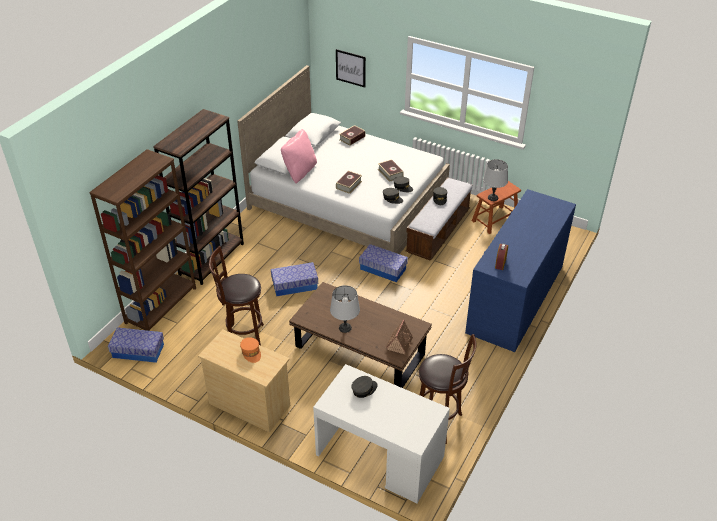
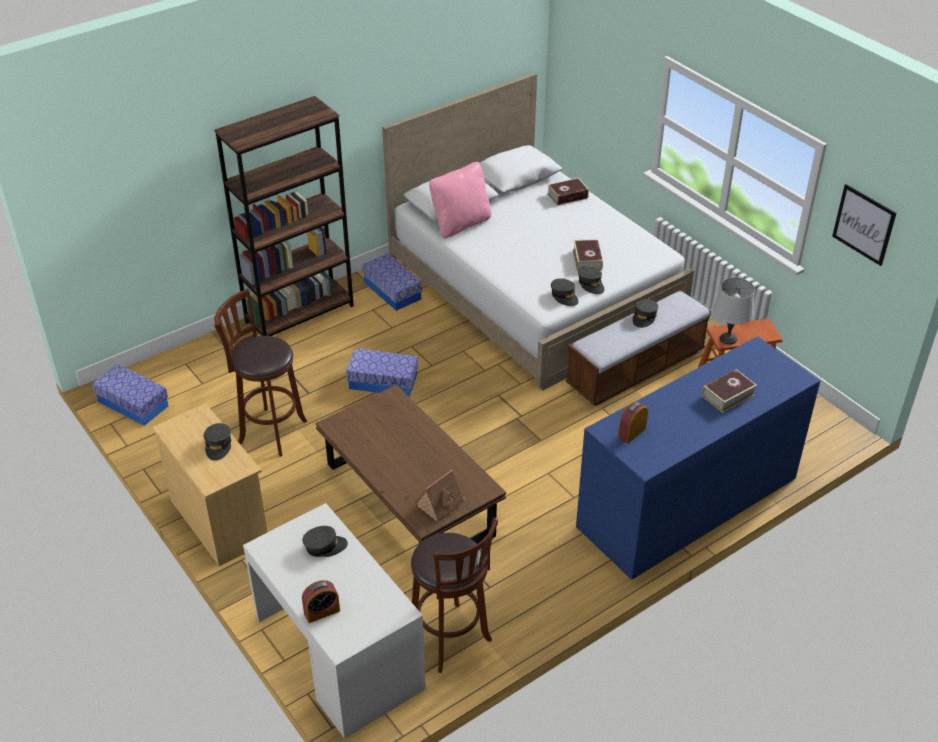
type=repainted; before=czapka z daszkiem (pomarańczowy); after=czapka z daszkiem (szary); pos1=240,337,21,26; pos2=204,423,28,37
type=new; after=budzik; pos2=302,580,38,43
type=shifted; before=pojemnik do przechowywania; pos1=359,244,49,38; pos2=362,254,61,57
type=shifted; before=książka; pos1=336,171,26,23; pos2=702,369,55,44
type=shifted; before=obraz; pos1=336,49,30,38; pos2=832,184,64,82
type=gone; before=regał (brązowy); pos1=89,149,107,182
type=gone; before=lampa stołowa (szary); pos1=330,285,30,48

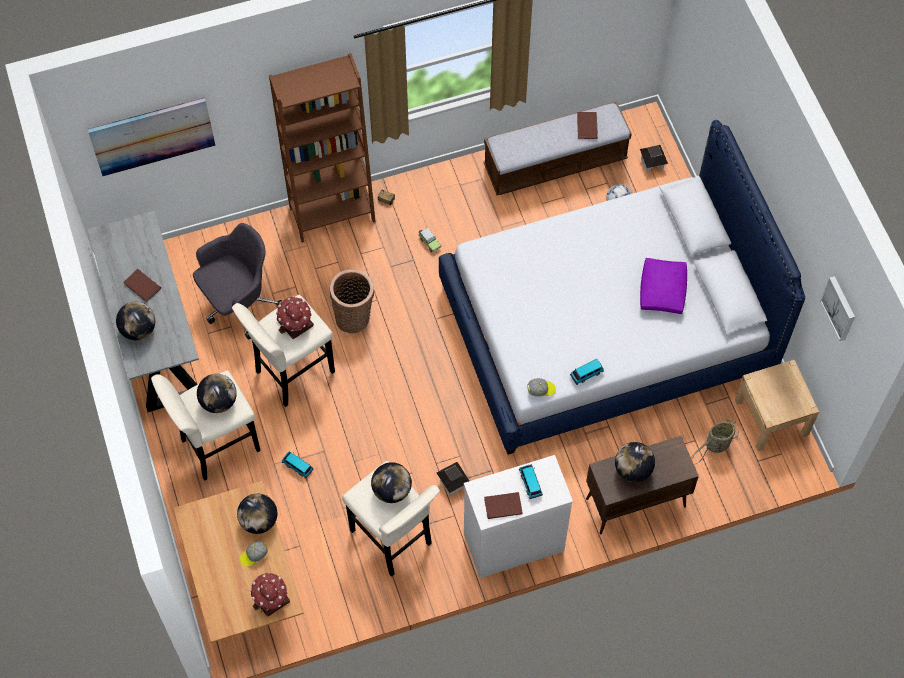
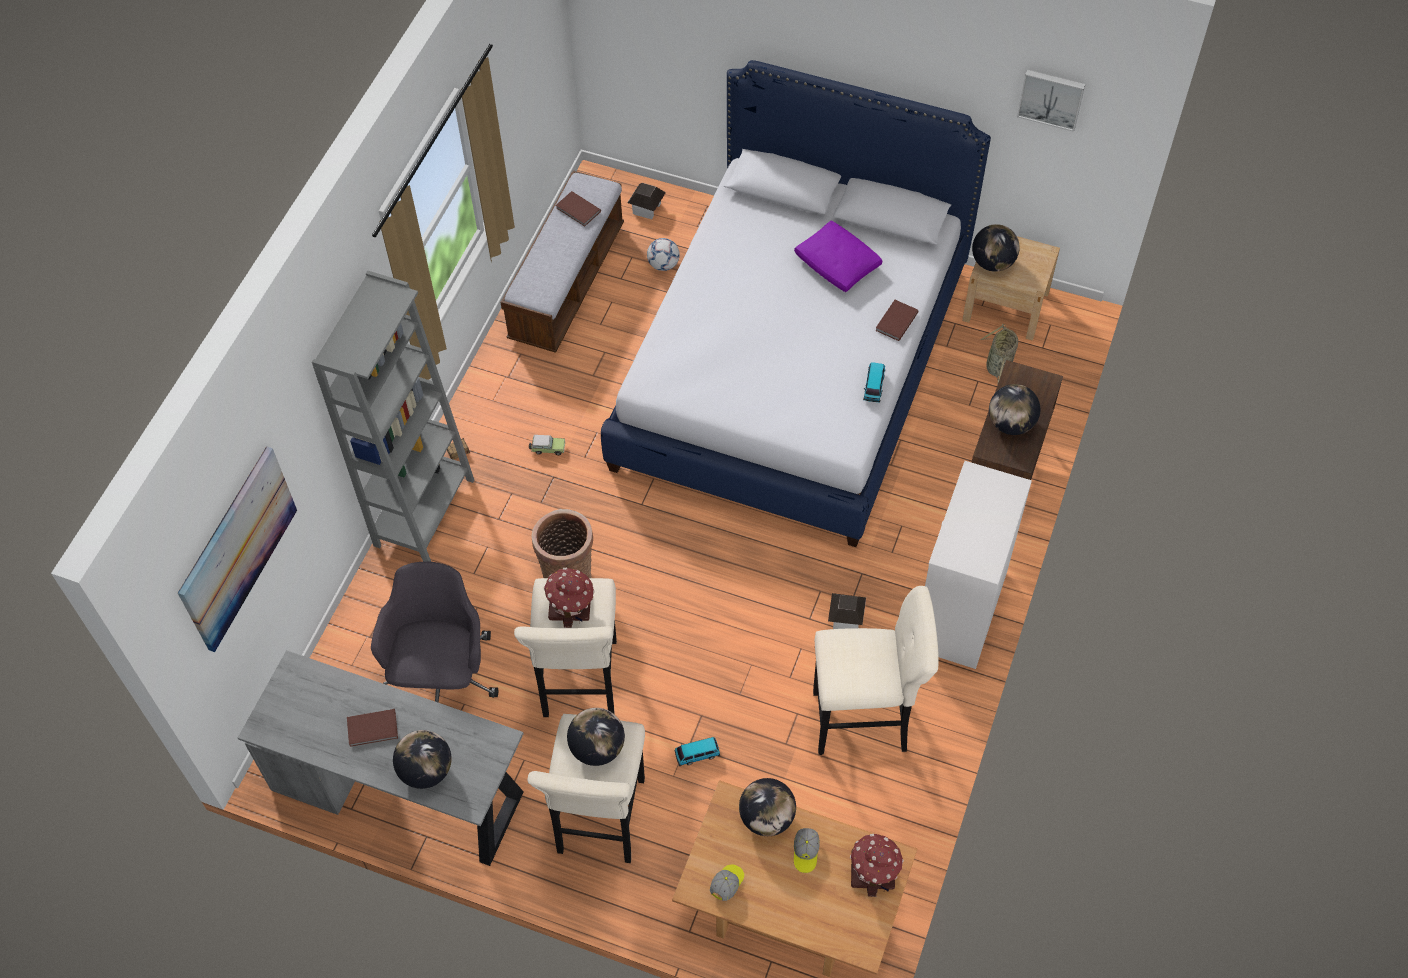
type=repainted; before=regał (brązowy); after=regał (szary); pos1=269,53,107,190; pos2=312,271,162,291
type=shifted; before=czapka z daszkiem; pos1=527,378,29,18; pos2=710,865,34,36
type=shifted; before=książka (brązowy); pos1=484,492,39,27; pos2=875,300,44,41
type=shifted; before=globus; pos1=371,462,41,41; pos2=972,224,48,48
type=gone; before=samochodzik; pos1=519,464,24,35

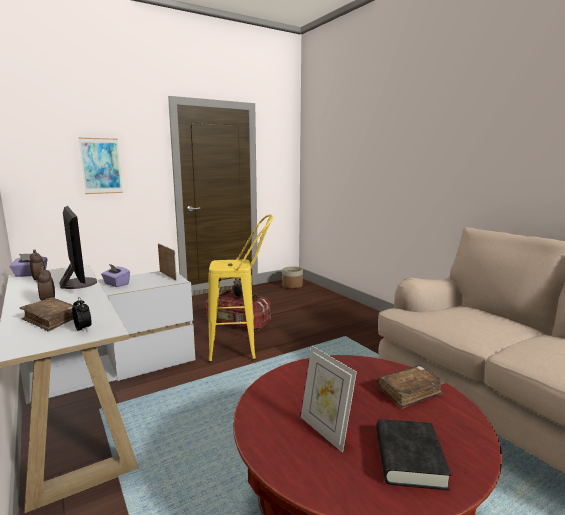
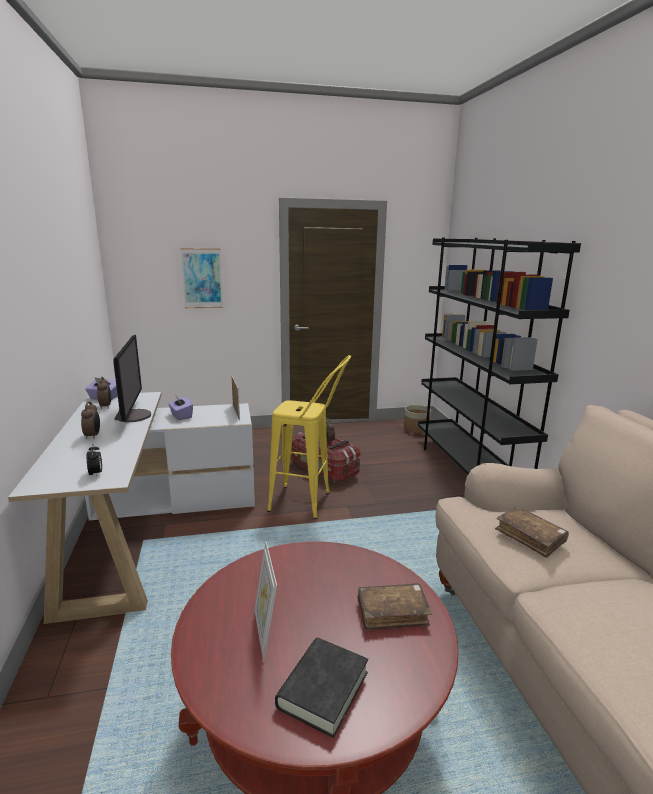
type=new; after=regał (czarny); pos2=418,237,163,238
type=shifted; before=książka (brązowy); pos1=19,298,54,34; pos2=495,506,74,52

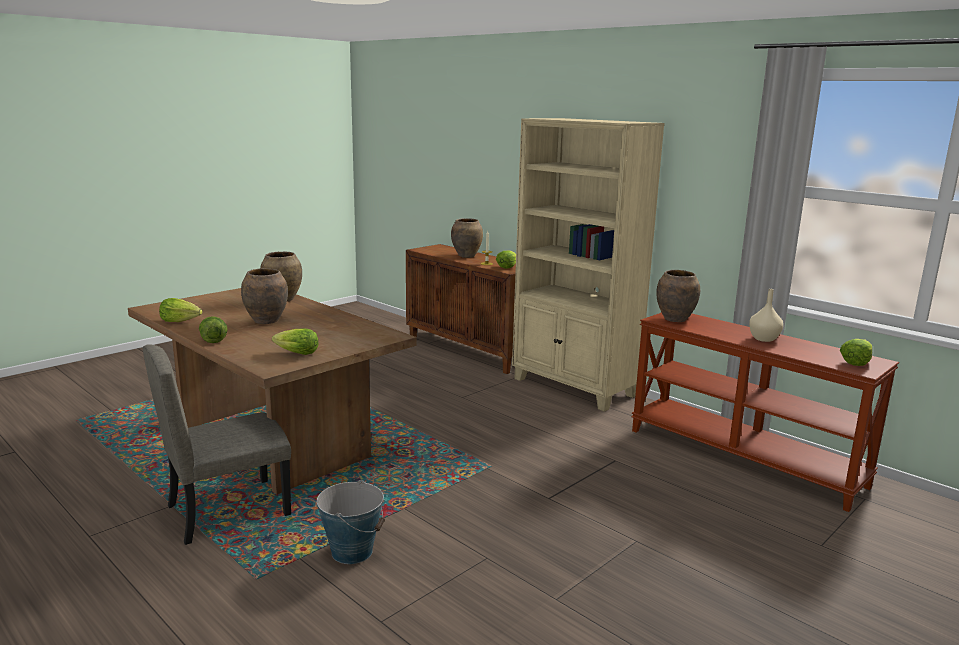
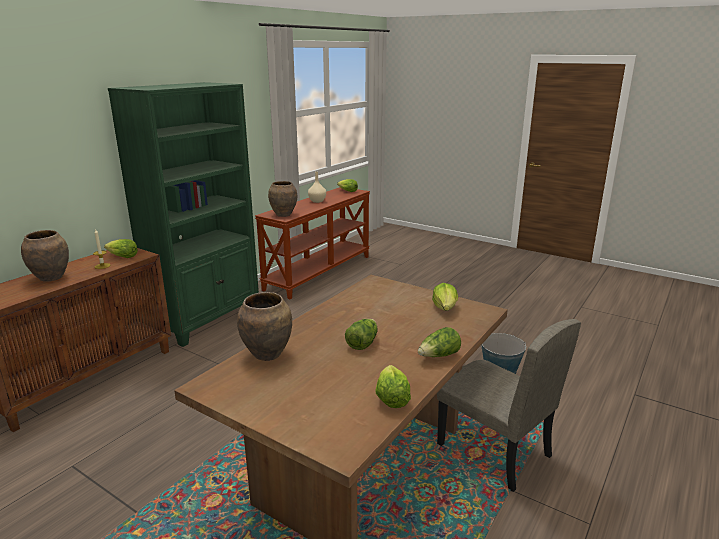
type=repainted; before=regał (beżowy); after=regał (zielony); pos1=512,118,153,294; pos2=108,82,151,265
type=swapped; before=wazon (brązowy); after=sałata; pos1=241,268,47,56; pos2=345,319,33,31

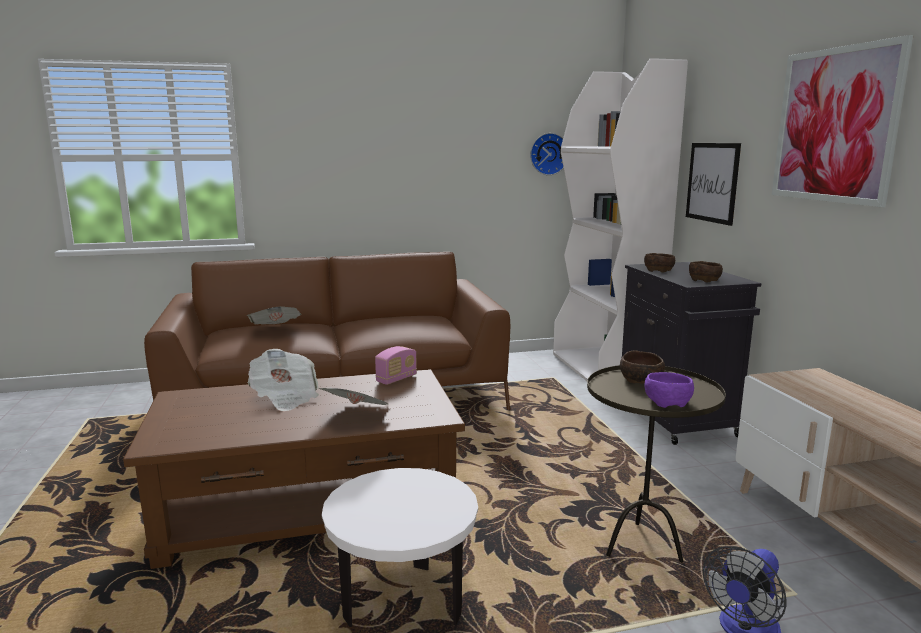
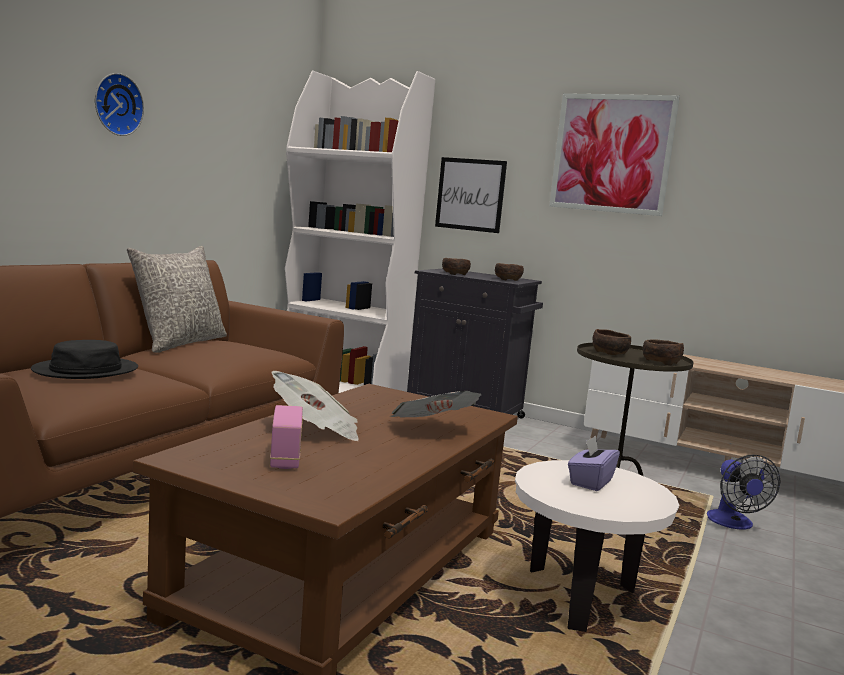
type=swapped; before=gazeta; after=kapelusz (czarny); pos1=247,306,55,19; pos2=31,340,107,39
type=shifted; before=zegar ścienny; pos1=530,133,34,42; pos2=95,73,49,63
type=new; after=poduszka (szary); pos2=127,246,100,107
type=shifted; before=radio; pos1=375,346,42,39; pos2=270,405,33,64
type=new; after=pudełko chusteczek (fioletowy); pos2=568,435,52,56
type=repainted; before=miska (fioletowy); after=miska (brązowy); pos1=644,372,50,36; pos2=643,339,41,27

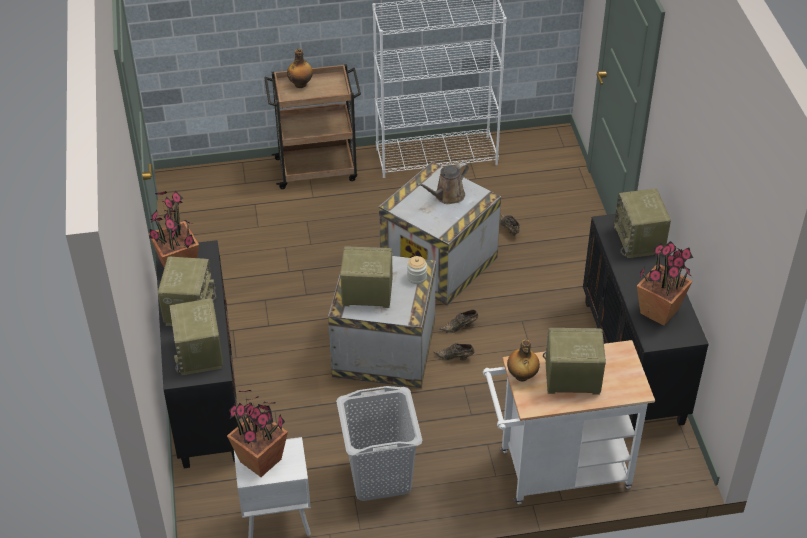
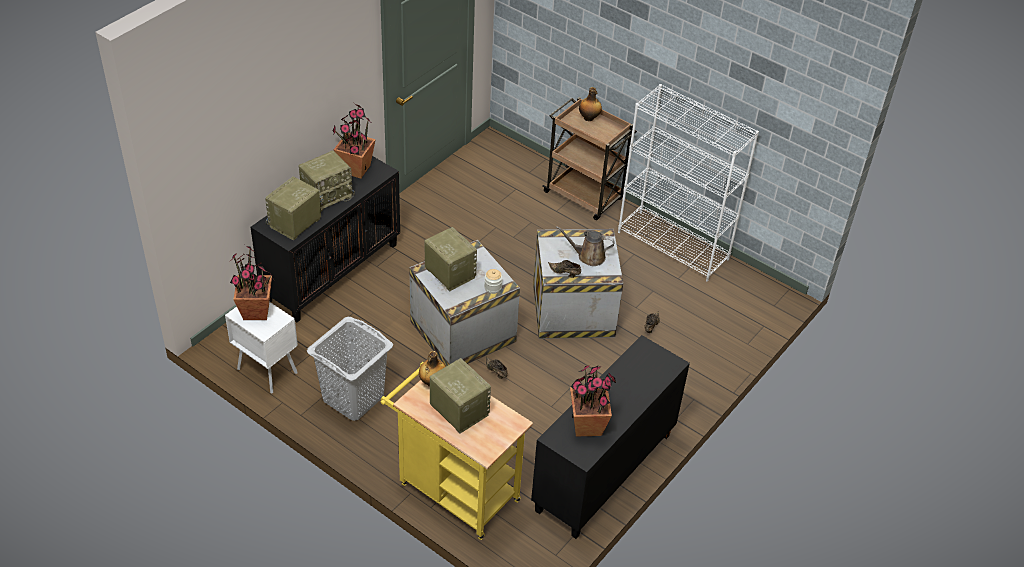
type=repainted; before=wózek (biały); after=wózek (żółty); pos1=483,340,172,164; pos2=381,362,152,178
type=shifted; before=but (brązowy); pos1=439,310,39,23; pos2=548,260,33,18
type=gone; before=radio; pos1=614,188,57,70

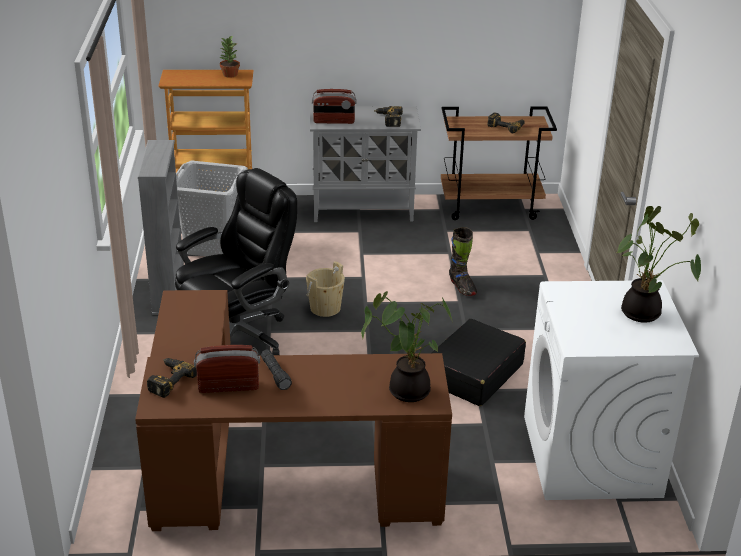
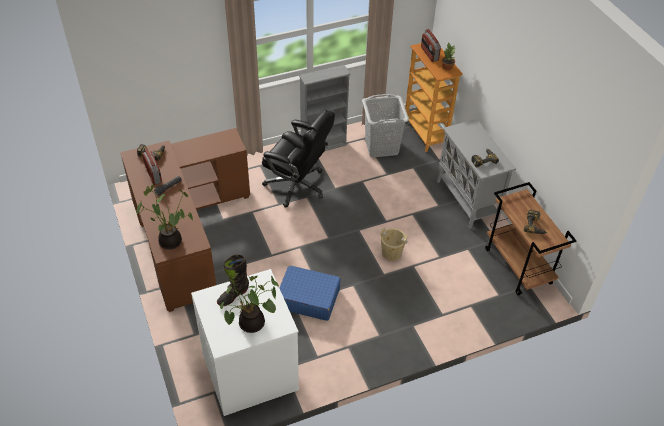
type=shifted; before=but z cholewką (czarny); pos1=449,227,28,69; pos2=217,254,32,52
type=repainted; before=walizka (czarny); after=walizka (niebieski); pos1=432,319,94,87; pos2=279,266,62,55
type=shifted; before=wiadro (beżowy); pos1=306,261,39,56; pos2=381,227,27,34
type=shifted; before=radio; pos1=312,89,44,35; pos2=421,29,20,33

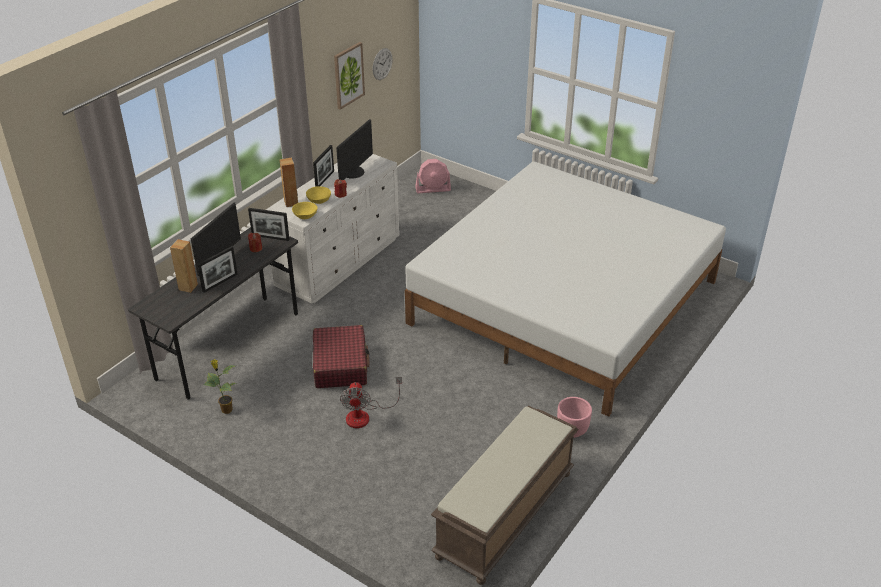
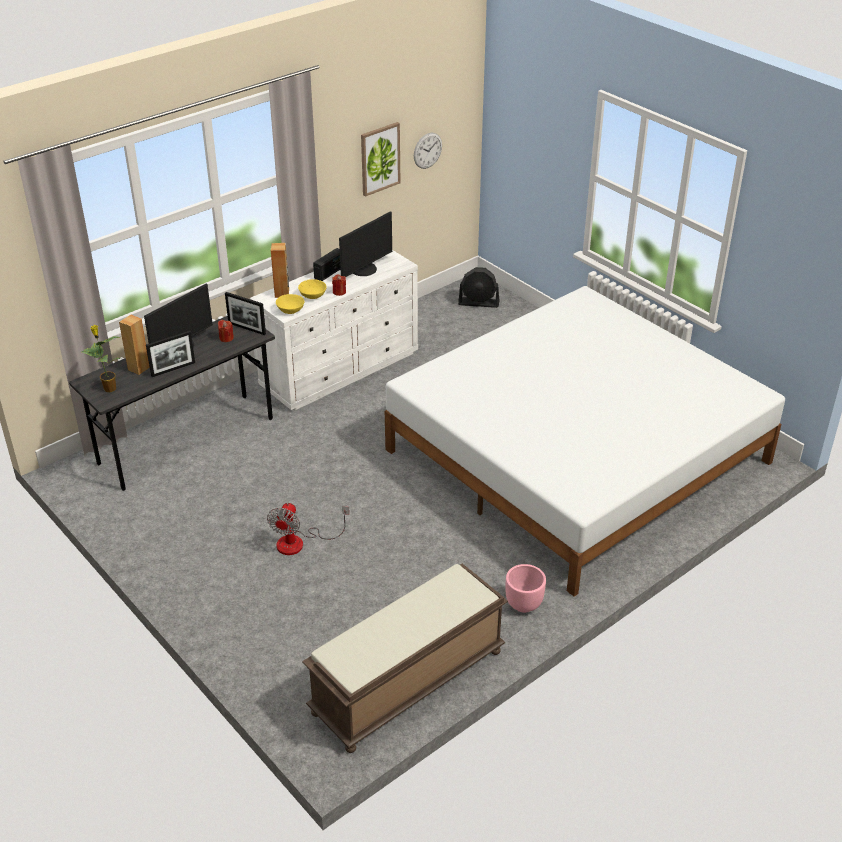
type=shifted; before=roślina doniczkowa; pos1=204,360,33,54; pos2=82,325,39,67
type=swapped; before=ramka na zdjęcie; after=radio; pos1=313,145,21,42; pos2=313,248,27,33
type=repainted; before=wentylator (różowy); after=wentylator (czarny); pos1=415,159,36,34; pos2=458,267,42,41
type=gone; before=walizka (czerwony); pos1=313,325,56,63

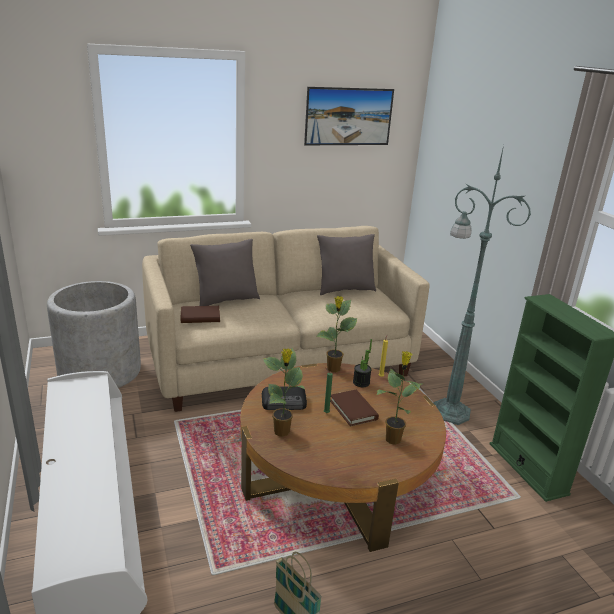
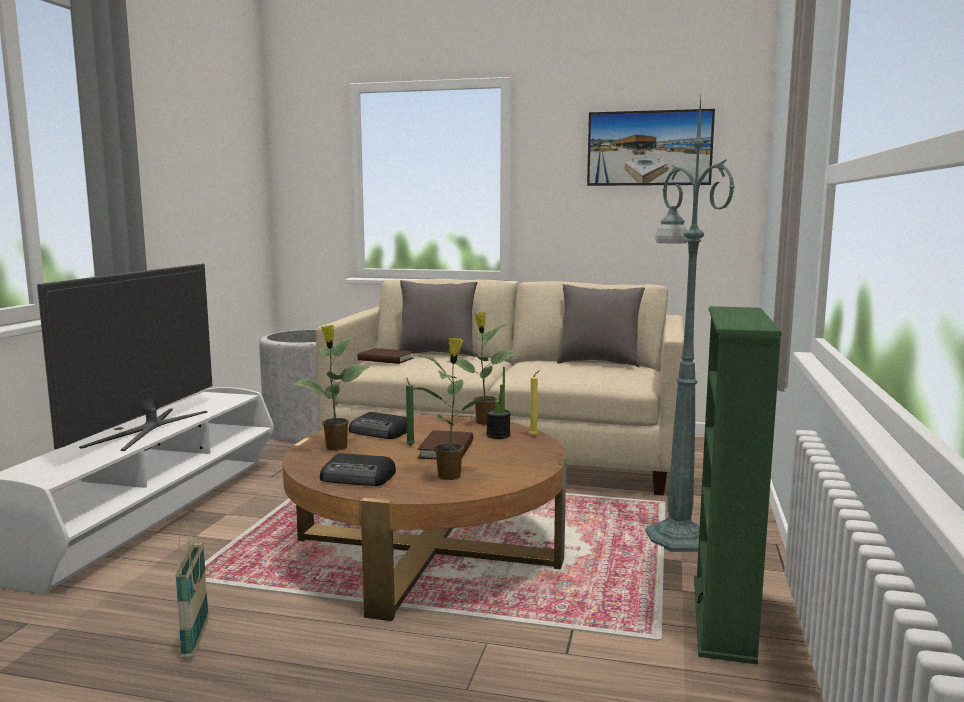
type=new; after=telewizor; pos2=37,264,175,187
type=new; after=radio; pos2=320,453,76,33

